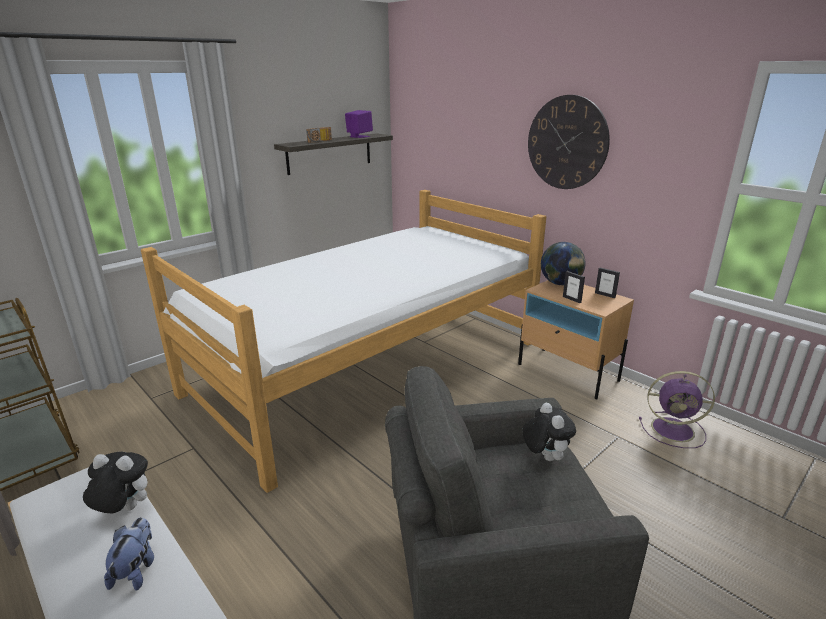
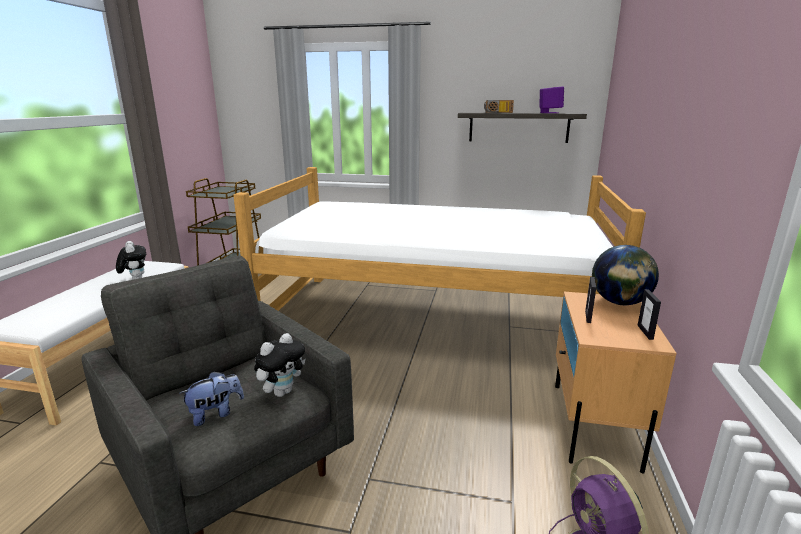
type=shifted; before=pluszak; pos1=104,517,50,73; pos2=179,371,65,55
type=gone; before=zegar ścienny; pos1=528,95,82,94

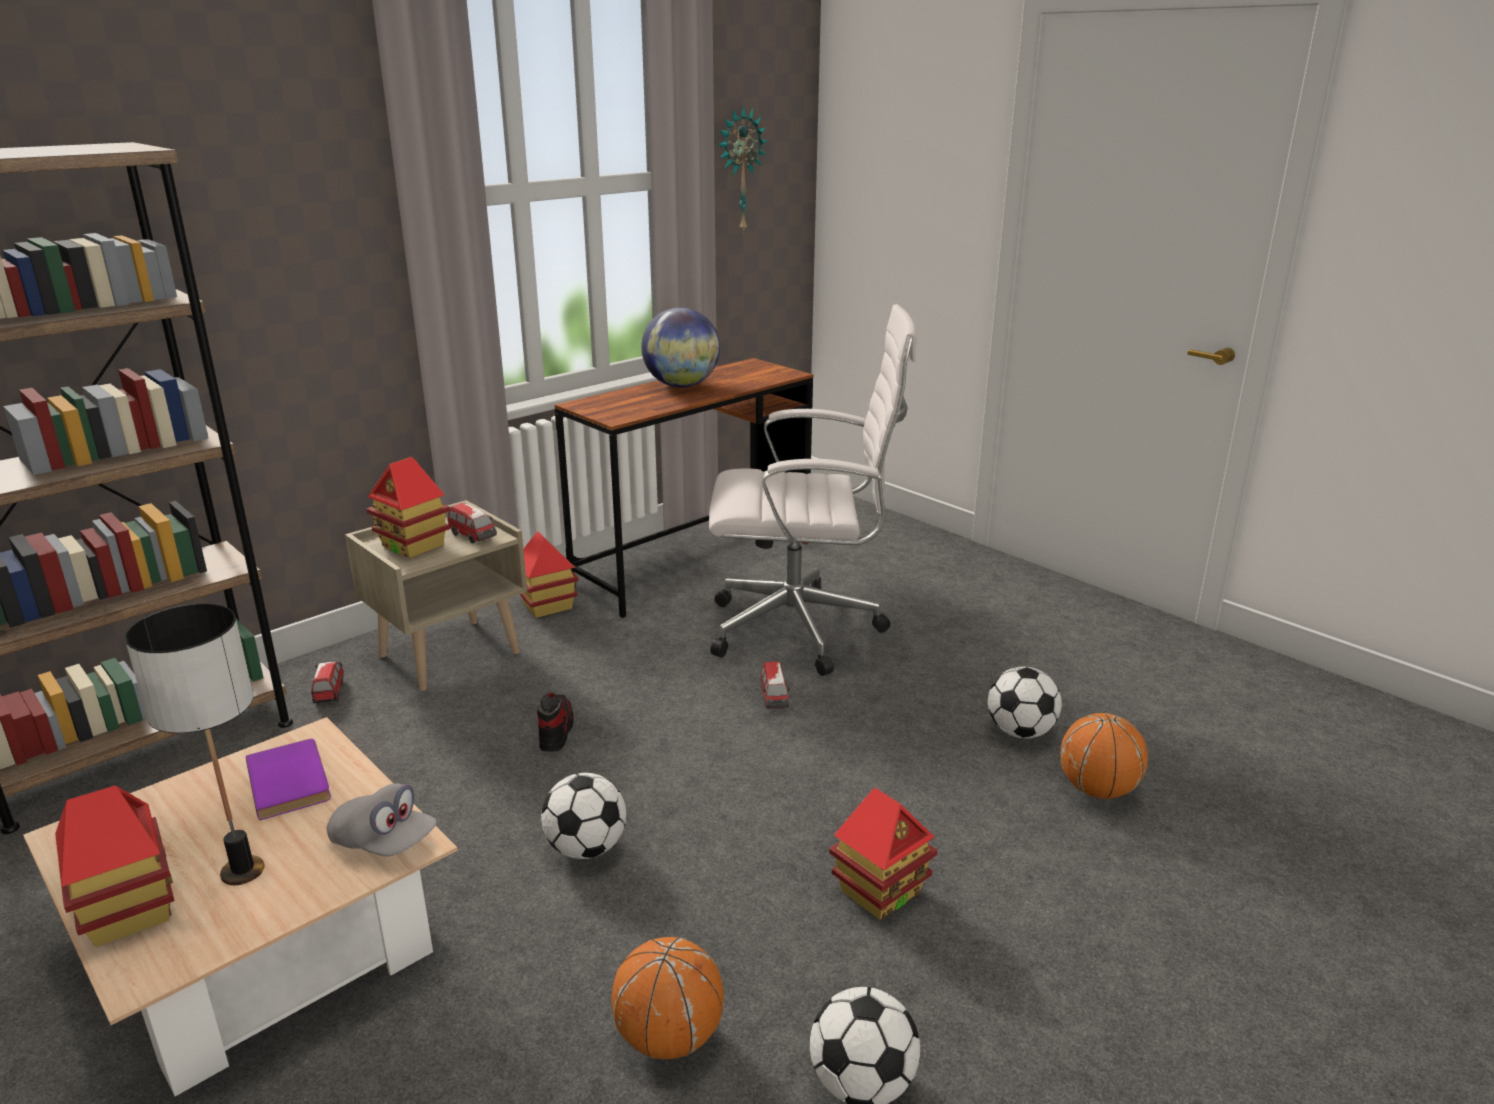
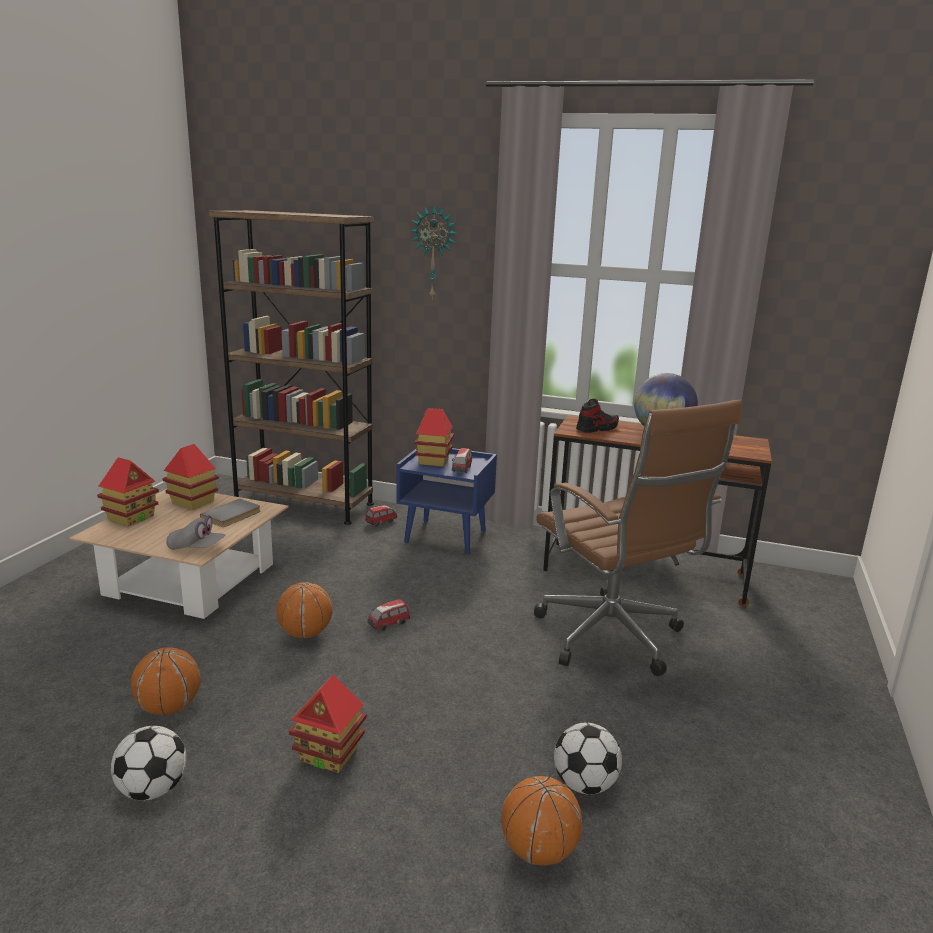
type=shifted; before=domek; pos1=519,531,60,87; pos2=162,444,57,66
type=rotated; before=czapka z daszkiem (szary); pos1=327,783,110,73; pos2=166,515,59,35; turn=-75
type=repainted; before=książka (fioletowy); after=książka (szary); pos1=246,739,85,81; pos2=200,499,61,28
type=swapped; before=piłka futbolowa; after=piłka do koszykówki; pos1=541,773,85,86; pos2=276,582,57,56
type=shifted; before=samochodzik; pos1=761,661,29,48; pos2=368,599,42,32
type=repainted; before=szafka nocna (beżowy); after=szafka nocna (niebieski); pos1=345,500,183,191; pos2=396,448,101,106
type=shifted; before=zegar ścienny; pos1=718,106,50,128; pos2=411,205,47,95
type=repainted; before=krzesło biurowe (biały); after=krzesło biurowe (brązowy); pos1=709,304,208,372; pos2=534,400,208,276
type=shifted; before=but; pos1=537,692,37,60; pos2=576,399,43,34
type=gone; before=lampa stołowa; pos1=125,604,139,281

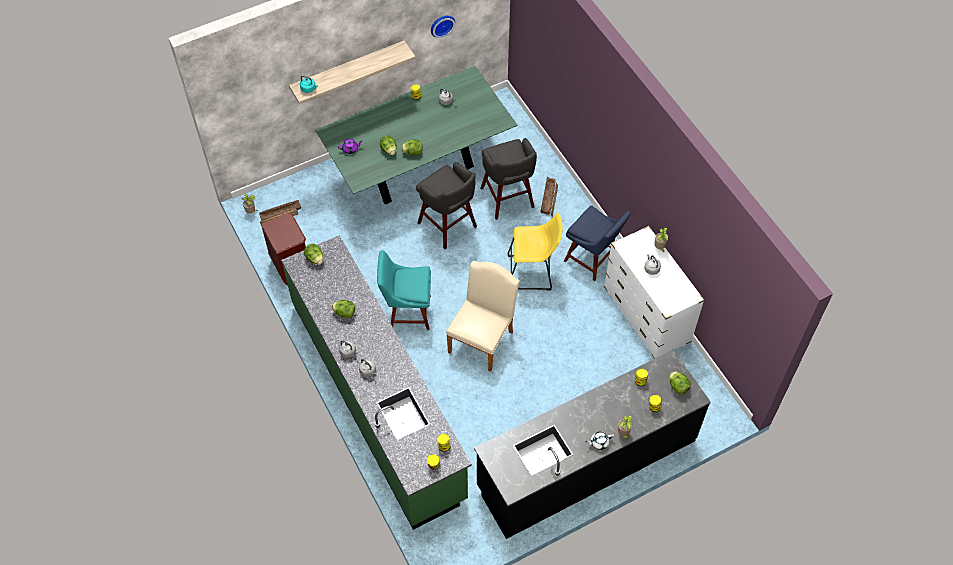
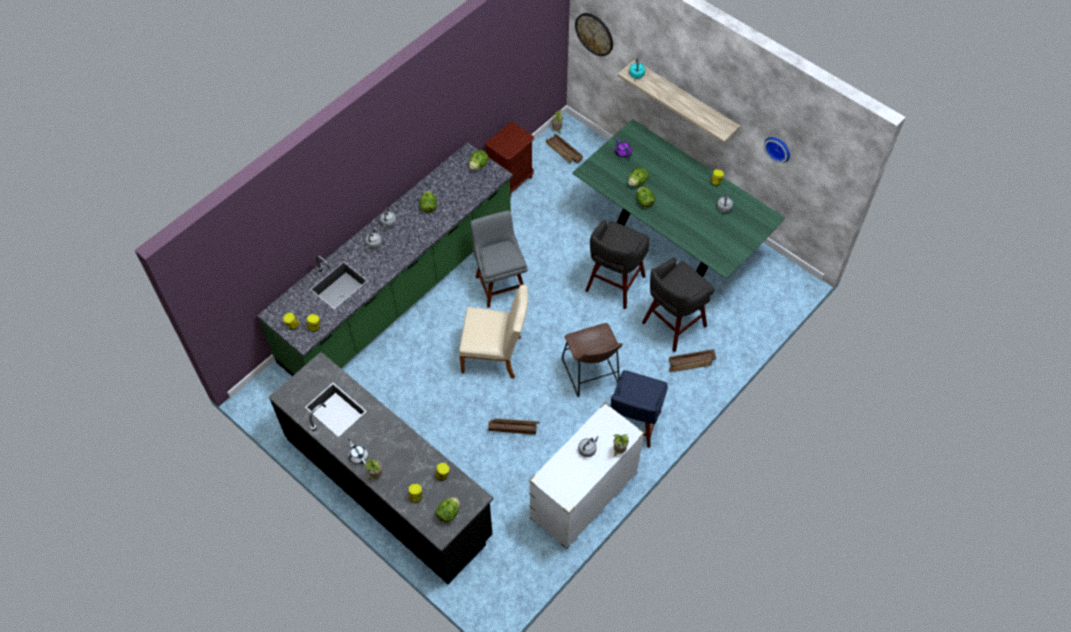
type=repainted; before=krzesło (turkusowy); after=krzesło (szary); pos1=377,250,54,80; pos2=470,211,58,97
type=new; after=skrzynka; pos2=488,418,51,17
type=repainted; before=stołek (żółty); after=stołek (brązowy); pos1=508,213,55,77; pos2=562,323,61,74
type=new; after=zegar ścienny; pos2=575,13,38,43

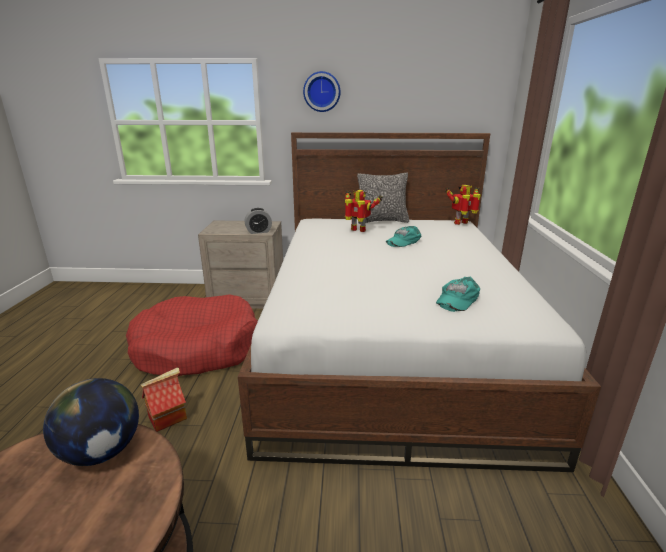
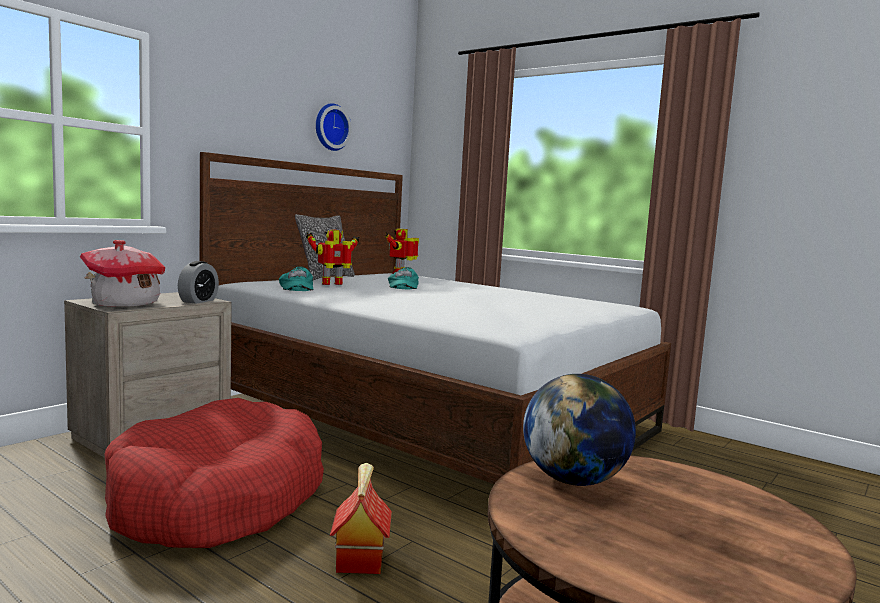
type=new; after=domek; pos2=80,240,85,67
type=shifted; before=czapka z daszkiem (turkusowy); pos1=436,277,44,35; pos2=279,266,34,25
type=shifted; before=zegar ścienny; pos1=303,71,38,41; pos2=316,103,36,48

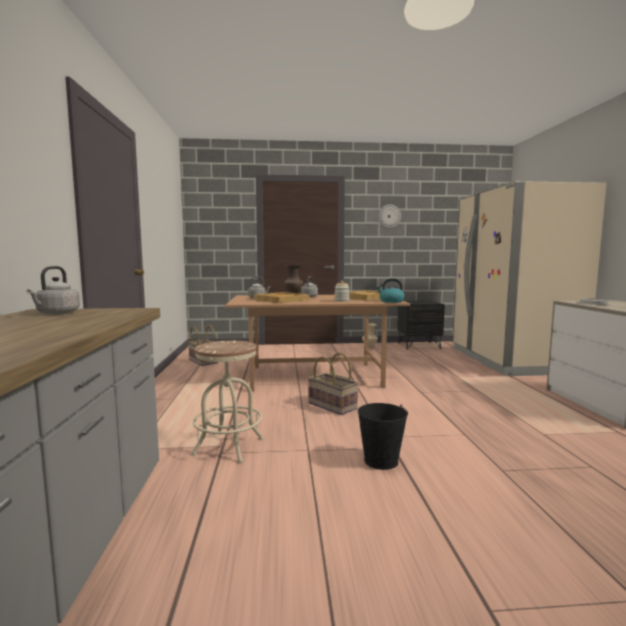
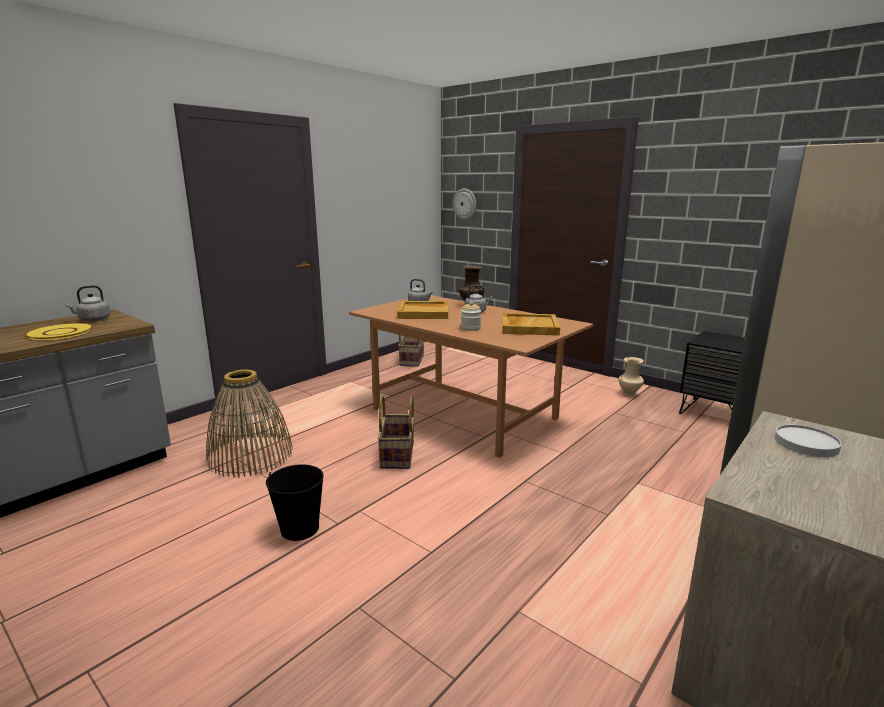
type=new; after=talerz (żółty); pos2=24,323,69,17
type=swapped; before=stołek (beżowy); after=koszyk; pos1=191,341,73,122; pos2=206,369,87,109
type=shifted; before=zegar ścienny; pos1=378,205,23,24; pos2=453,188,23,31
type=gone; before=czajnik; pos1=376,278,29,25

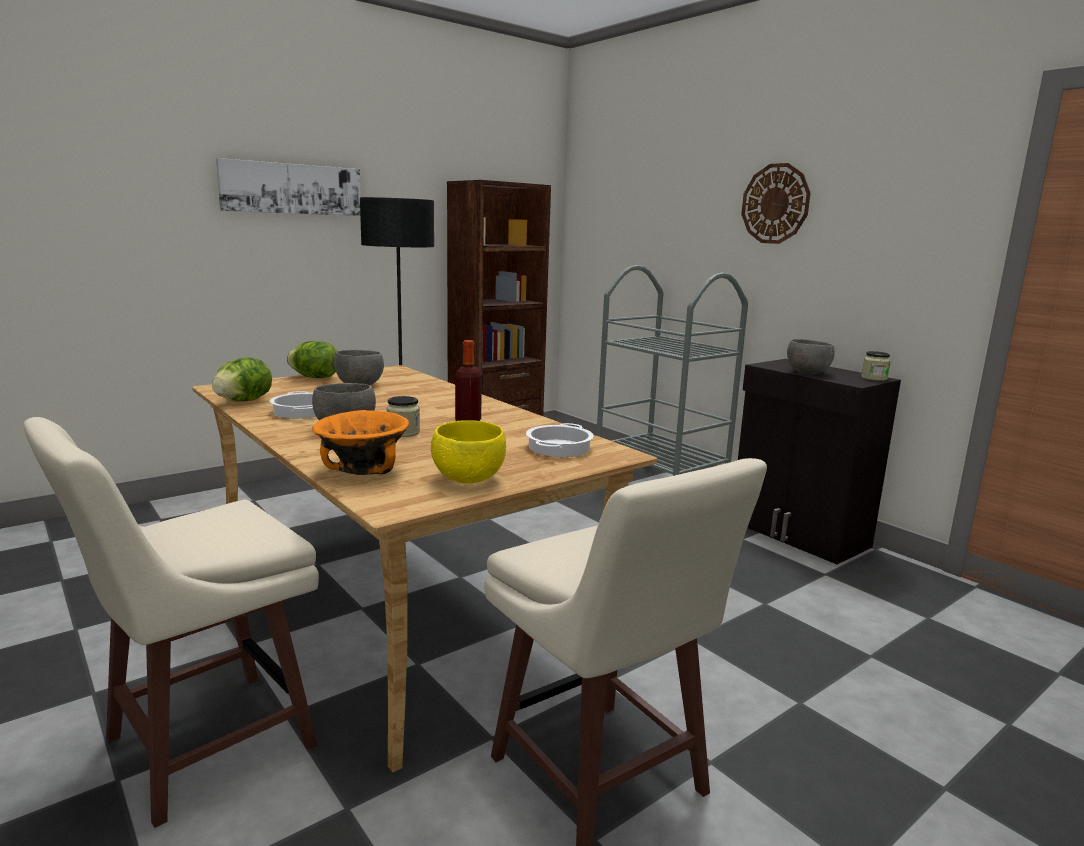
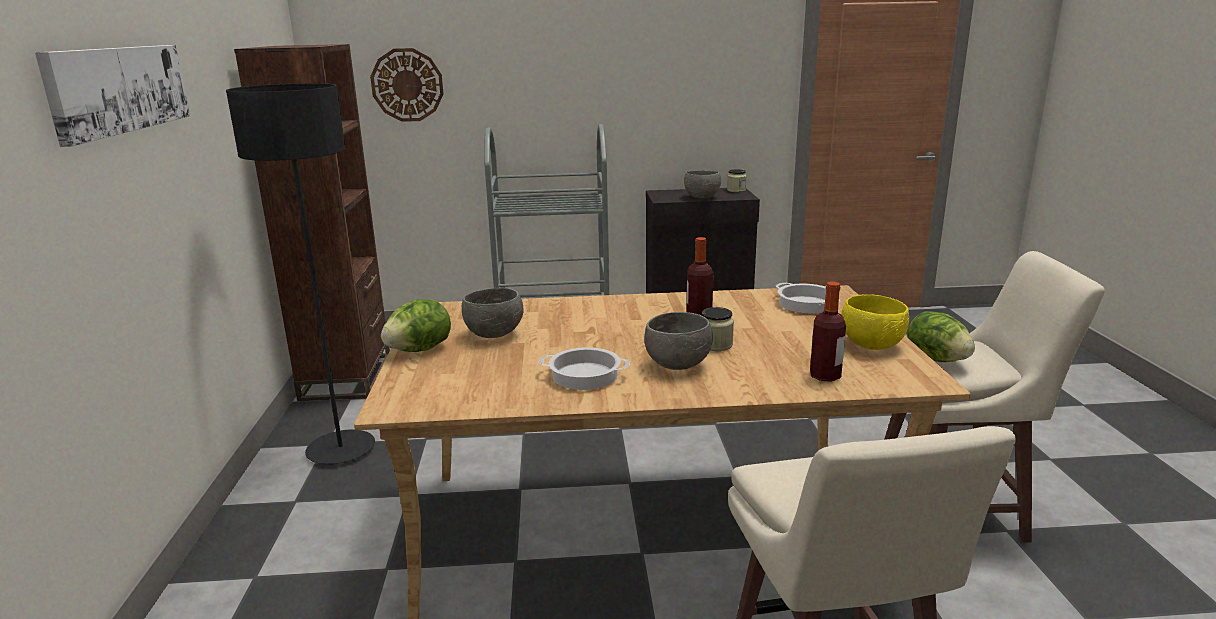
type=shifted; before=zegar ścienny; pos1=741,163,70,81; pos2=370,48,74,74
type=swapped; before=miska (pomarańczowy); after=butelka; pos1=312,410,97,65; pos2=810,282,36,100
type=shifted; before=sałata; pos1=212,357,60,45; pos2=907,311,68,51

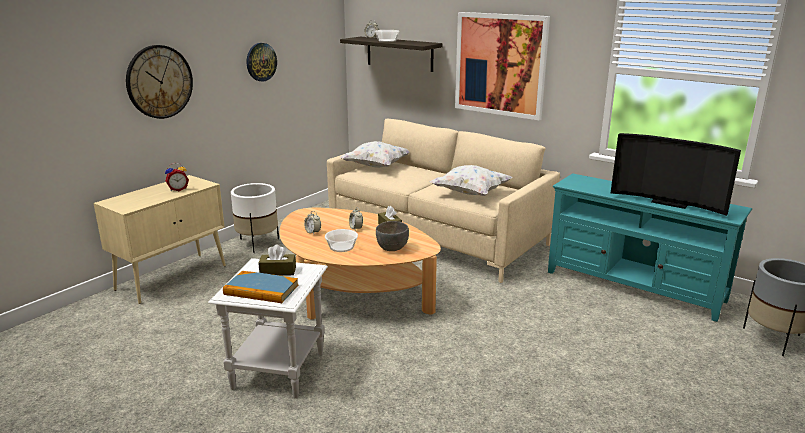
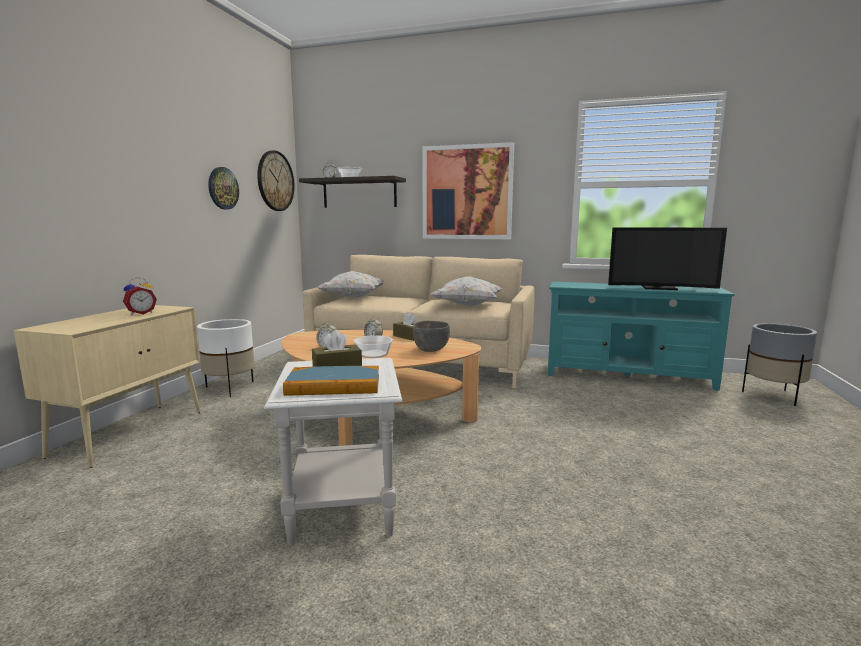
type=shifted; before=zegar ścienny; pos1=126,45,67,74; pos2=257,150,38,61

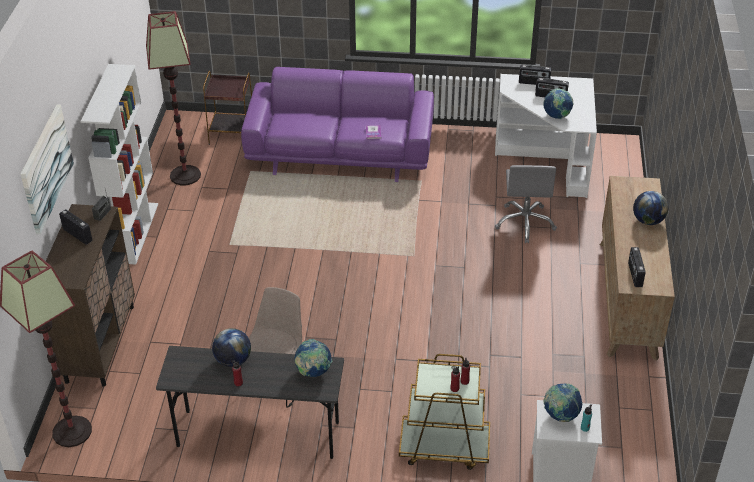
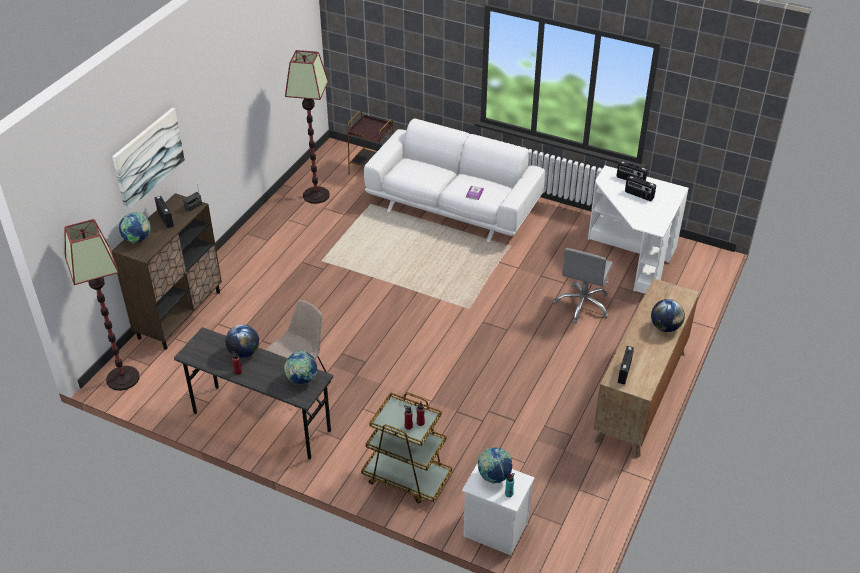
type=shifted; before=globus; pos1=544,88,29,31; pos2=119,212,32,31
type=repainted; before=kanapa (fioletowy); after=kanapa (biały); pos1=241,67,193,115; pos2=364,119,181,123
type=gone; before=regał (biały); pos1=81,64,77,200

